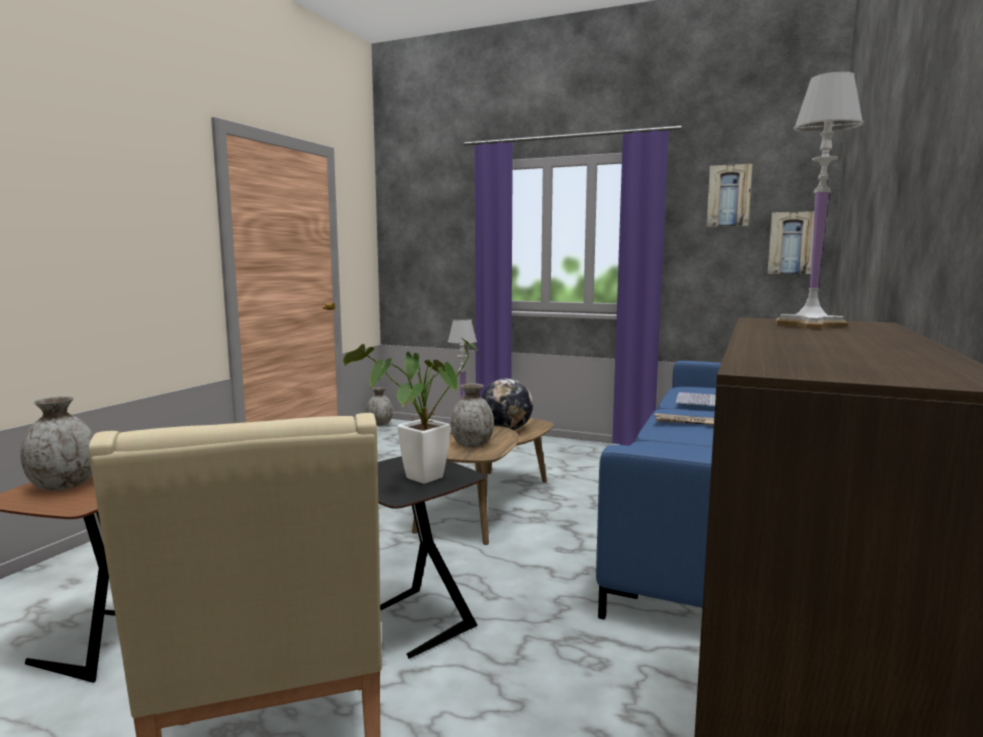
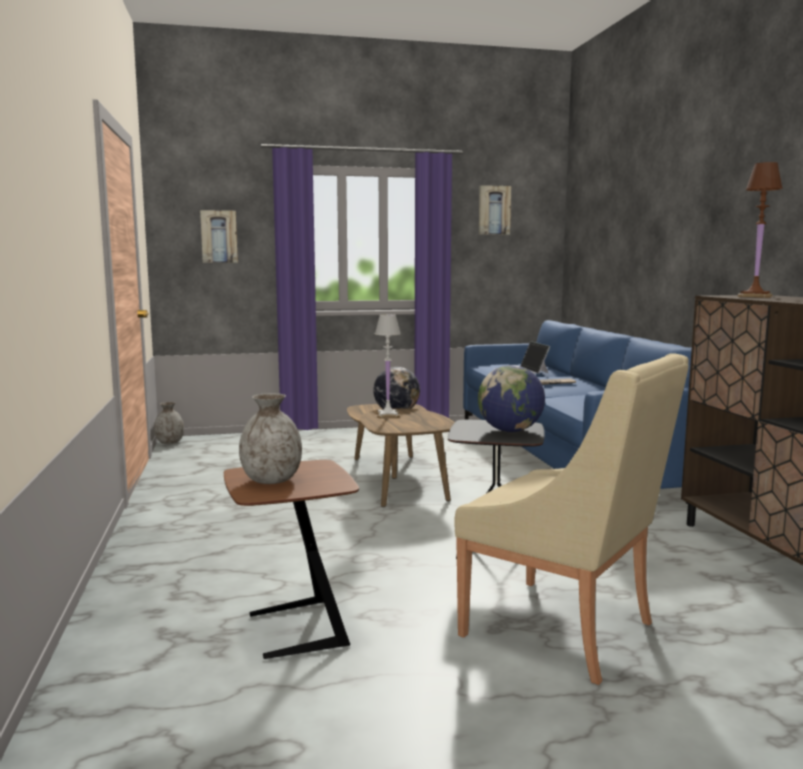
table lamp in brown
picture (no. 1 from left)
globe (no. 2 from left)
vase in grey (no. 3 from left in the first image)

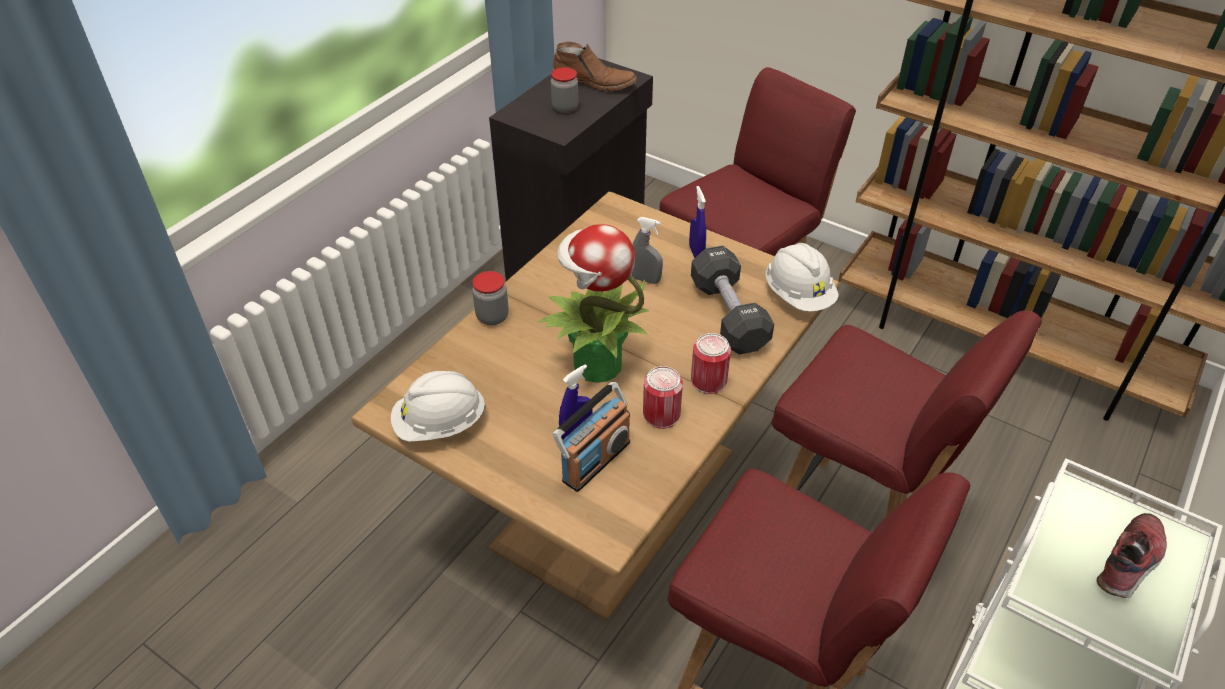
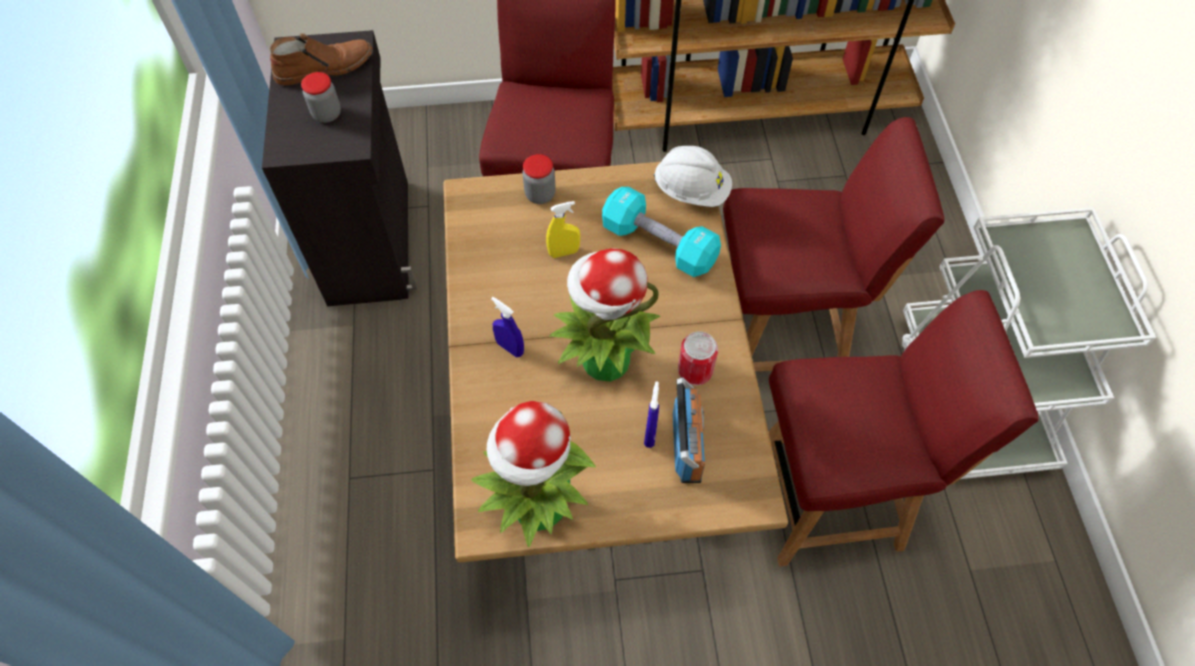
spray bottle in blue (no. 1 from left)
spray bottle in yellow
dumbbell in turquoise
jar (no. 2 from left)
can (no. 2 from left in the first image)
potted plant (no. 1 from left)
shoe

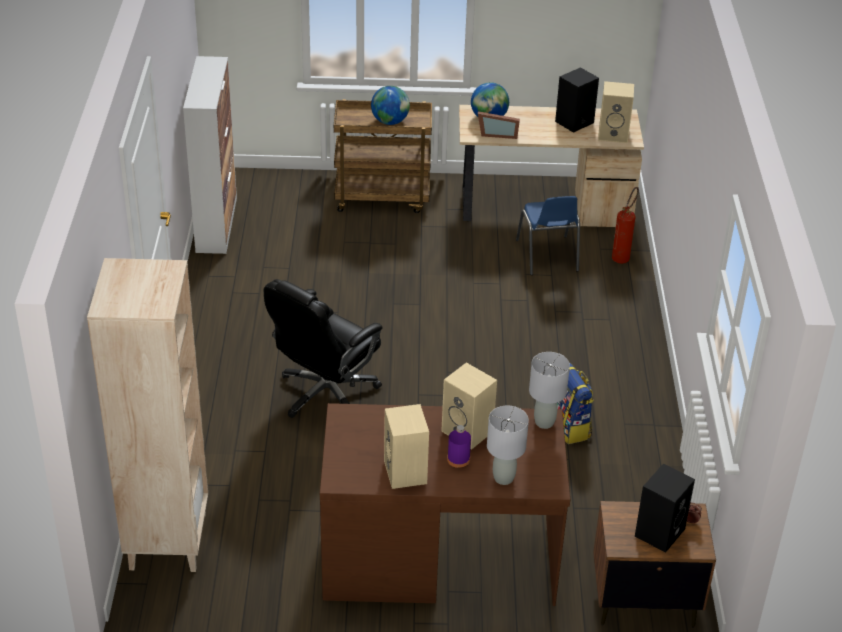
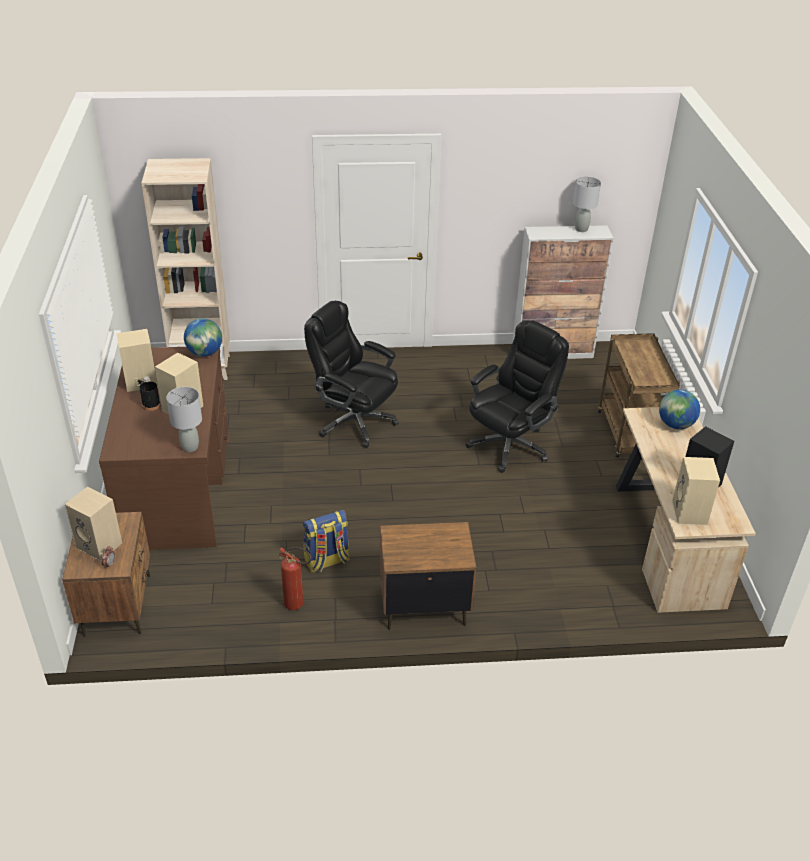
globe (no. 1 from left)
picture frame
fire extinguisher
chair in blue
table lamp in grey (no. 2 from left)
bottle in black
speaker in beige (no. 1 from left)
office chair in black (no. 2 from left)
nightstand in brown (no. 2 from left)

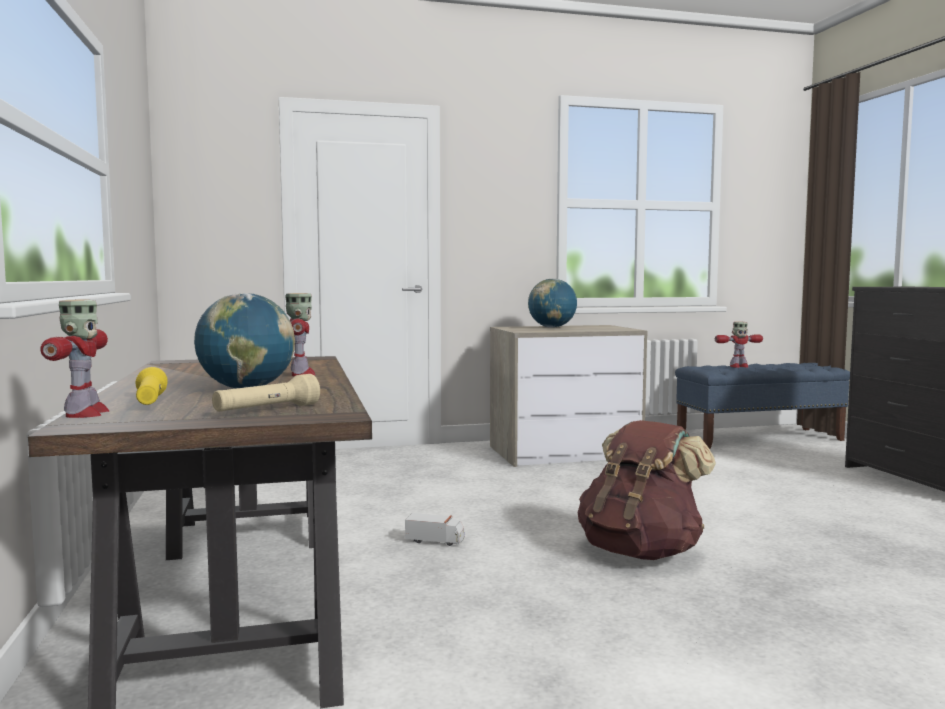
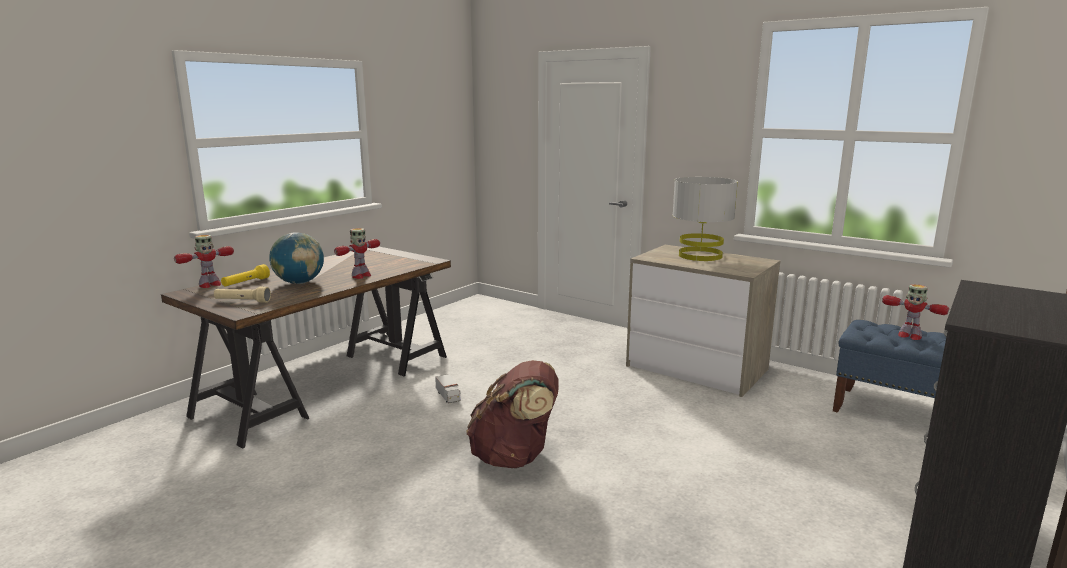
table lamp in grey

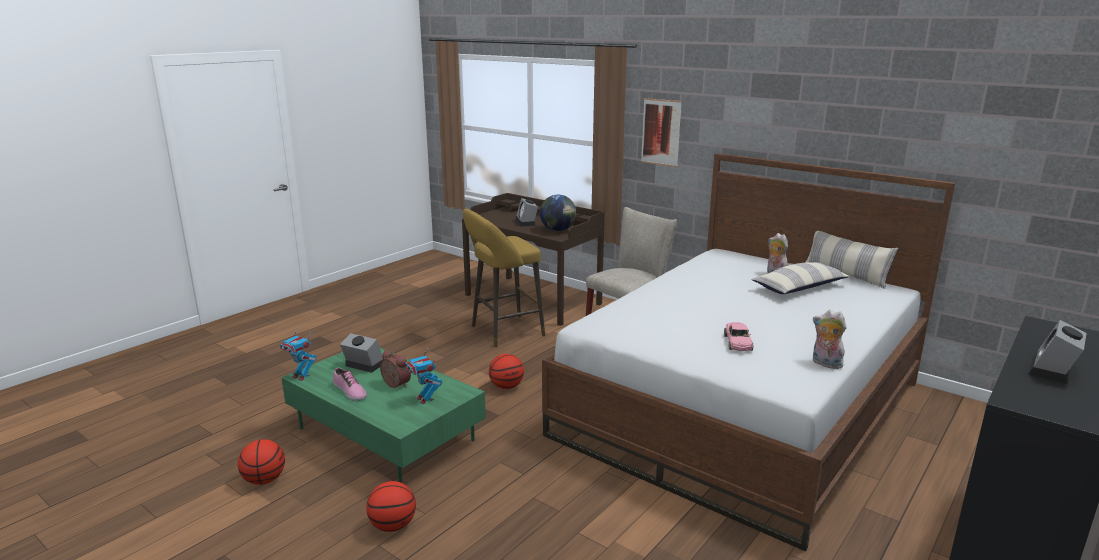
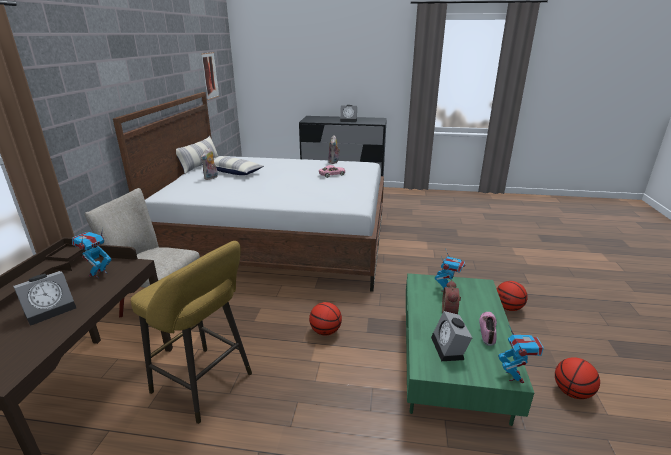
picture
toy robot (no. 1 from left)

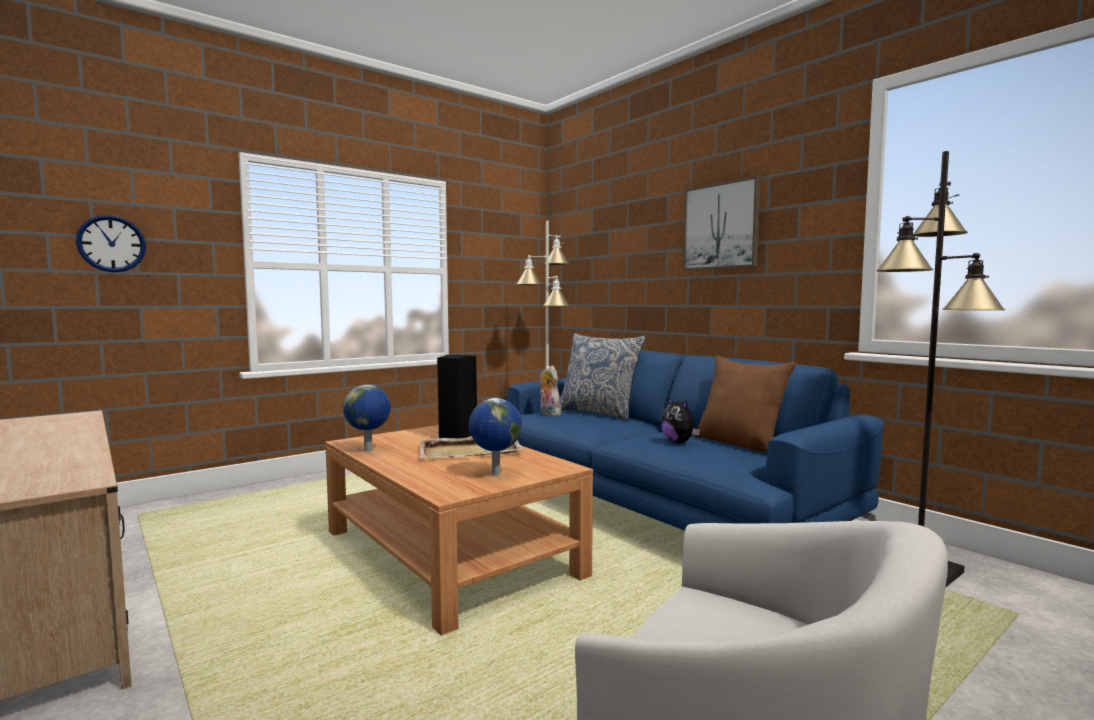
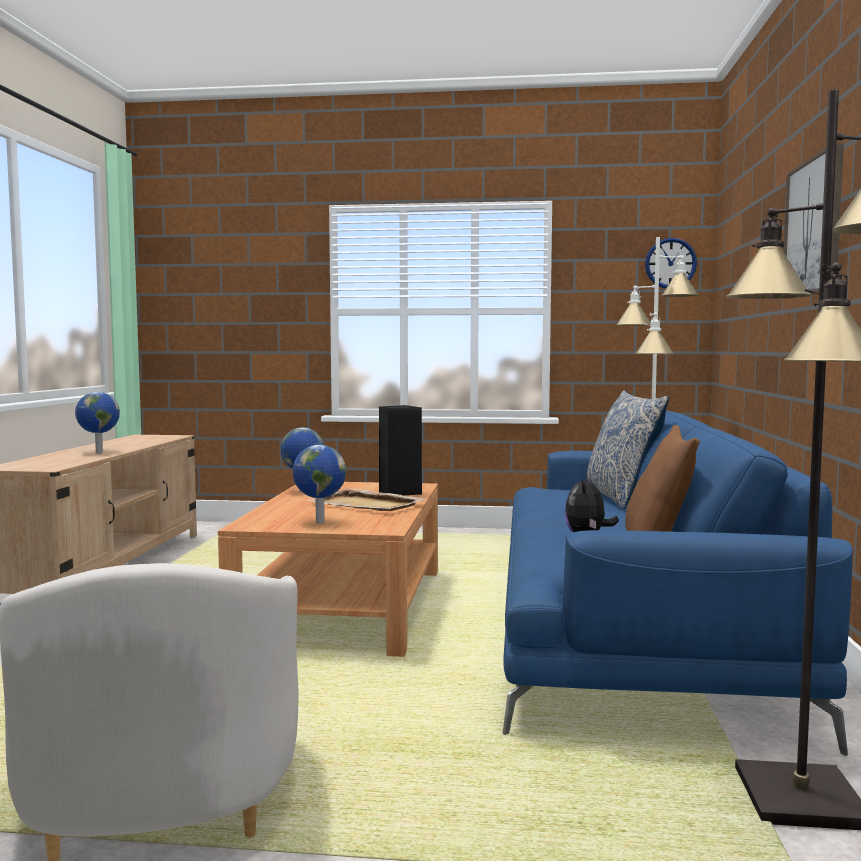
wall clock
plush toy (no. 1 from left in the first image)
globe (no. 1 from left)

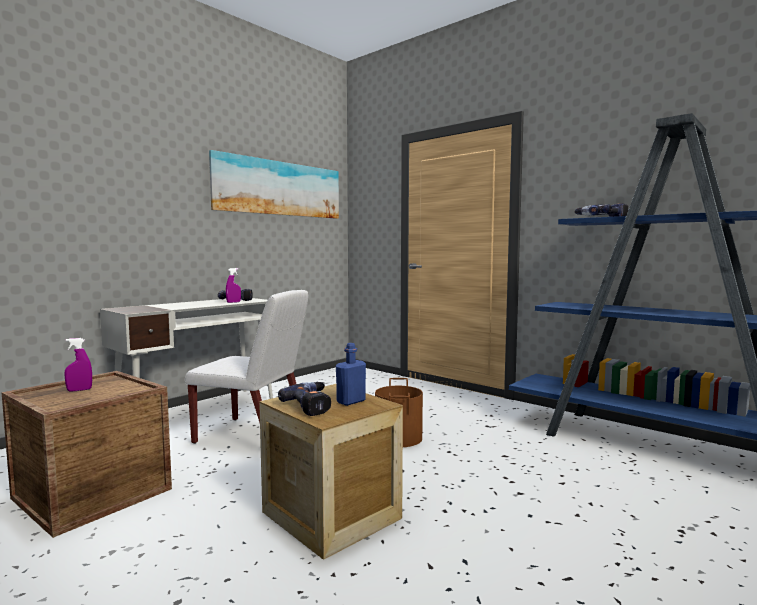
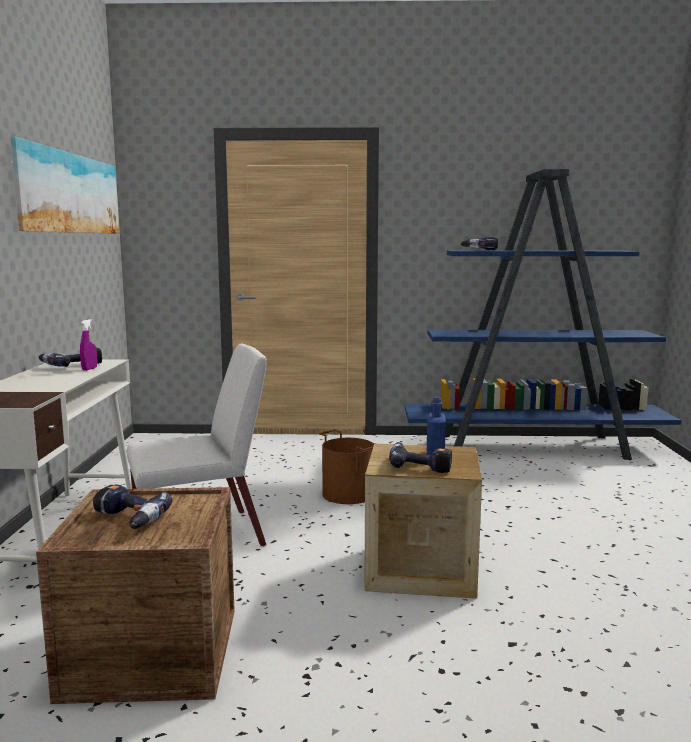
power drill (no. 2 from left)

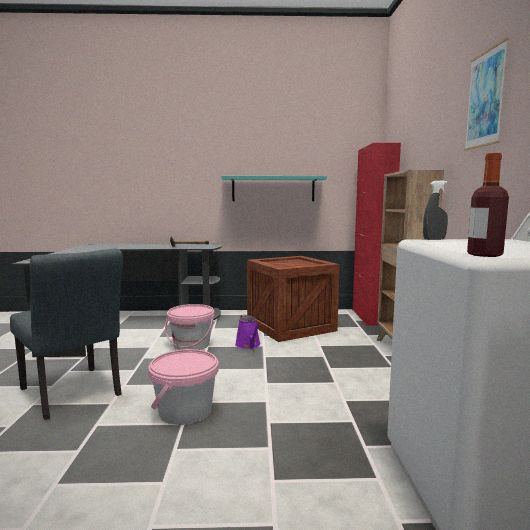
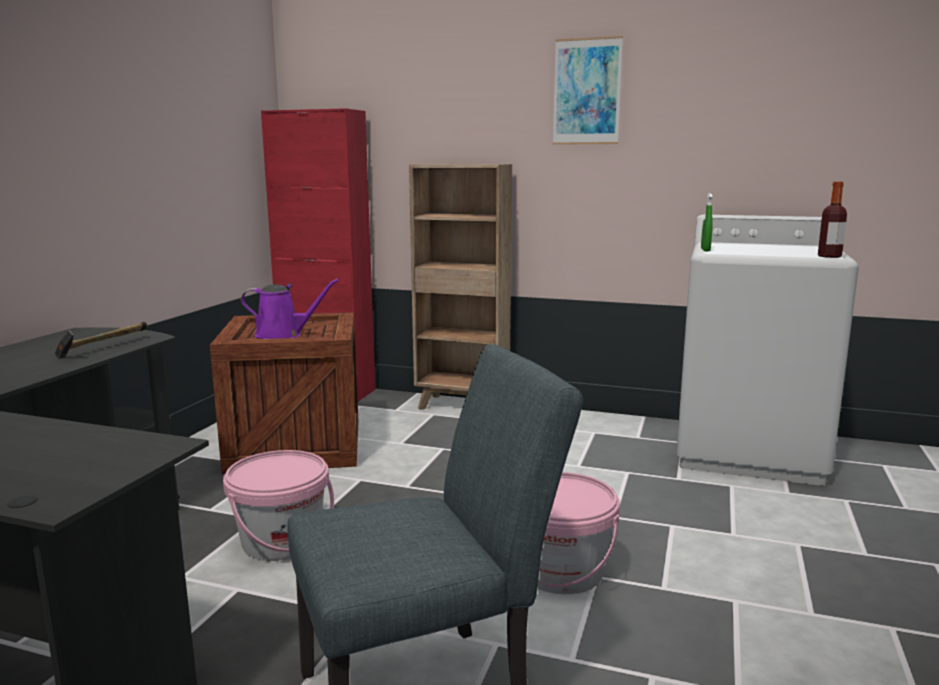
shelf in turquoise
spray bottle in green
watering can in purple

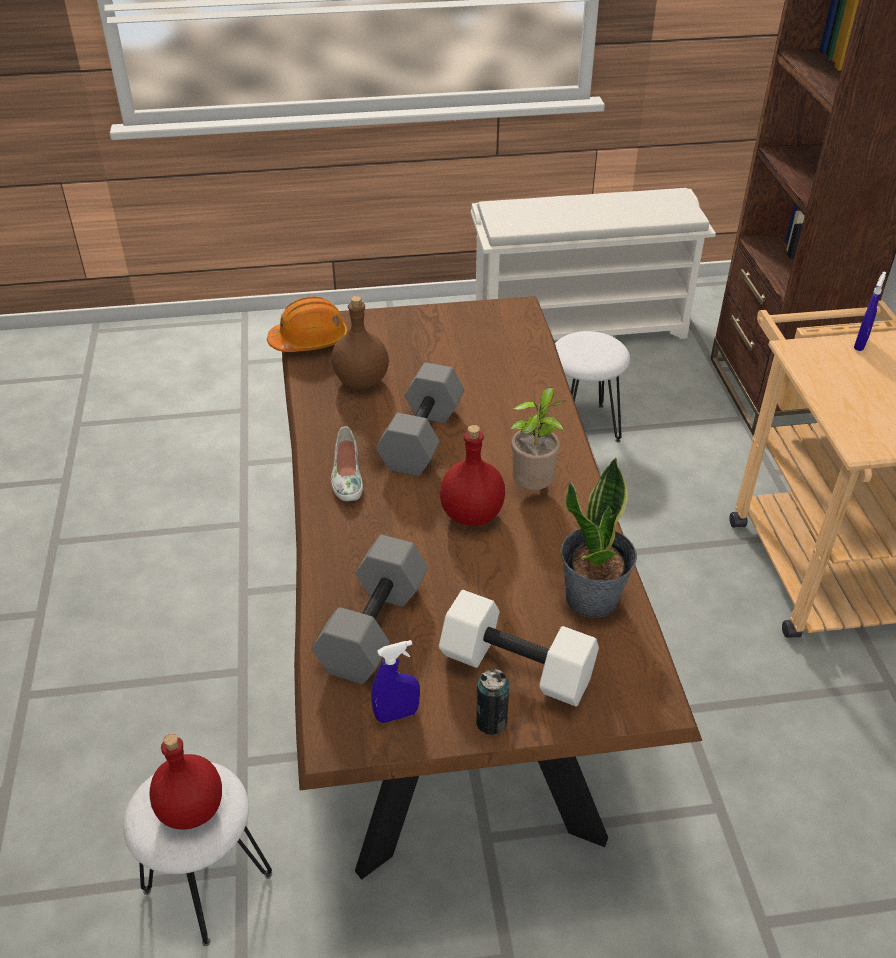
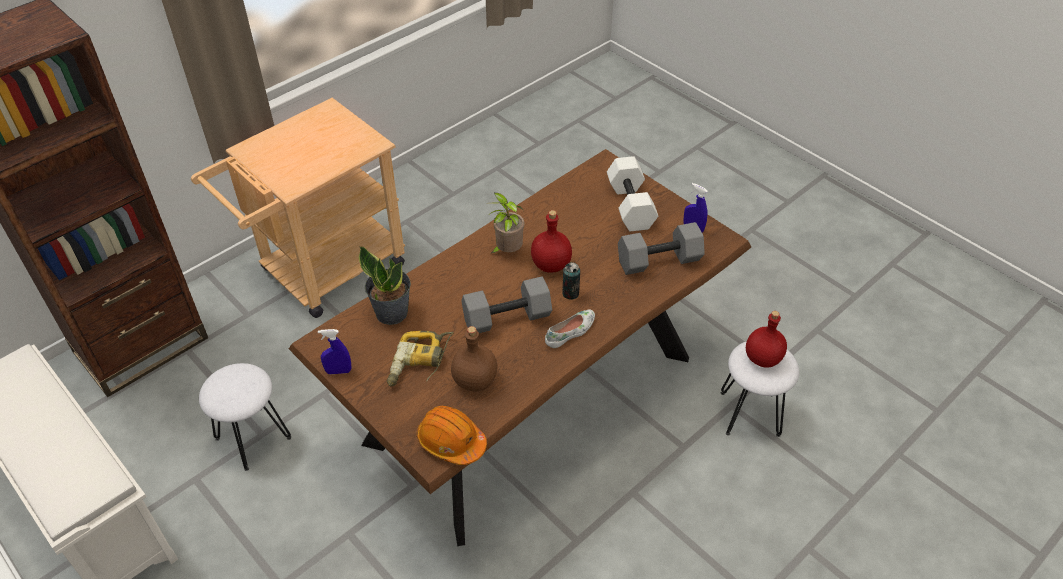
spray bottle in blue (no. 1 from left)
potted plant (no. 1 from left)
can
power drill

